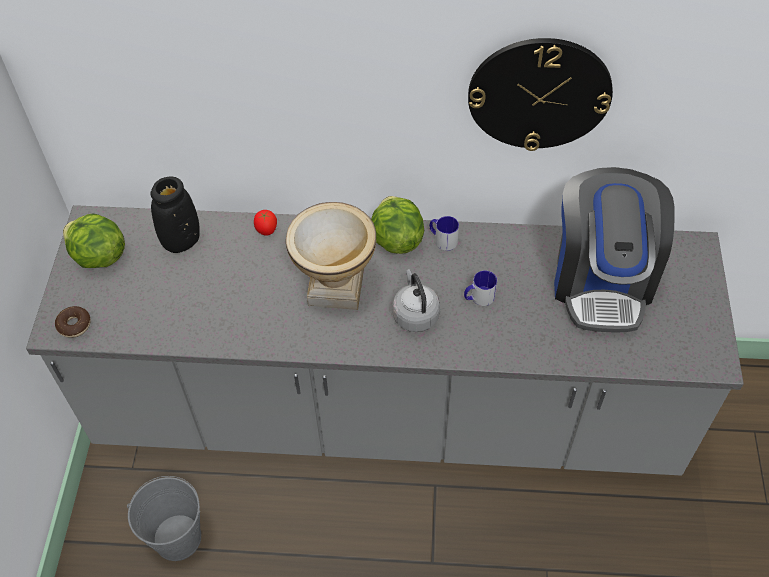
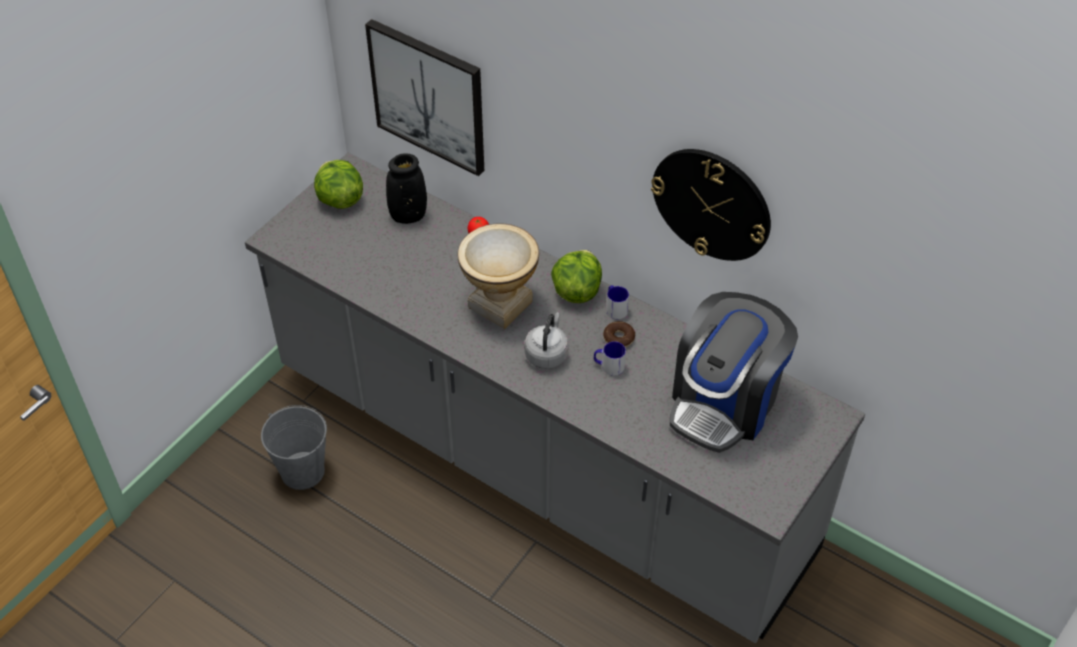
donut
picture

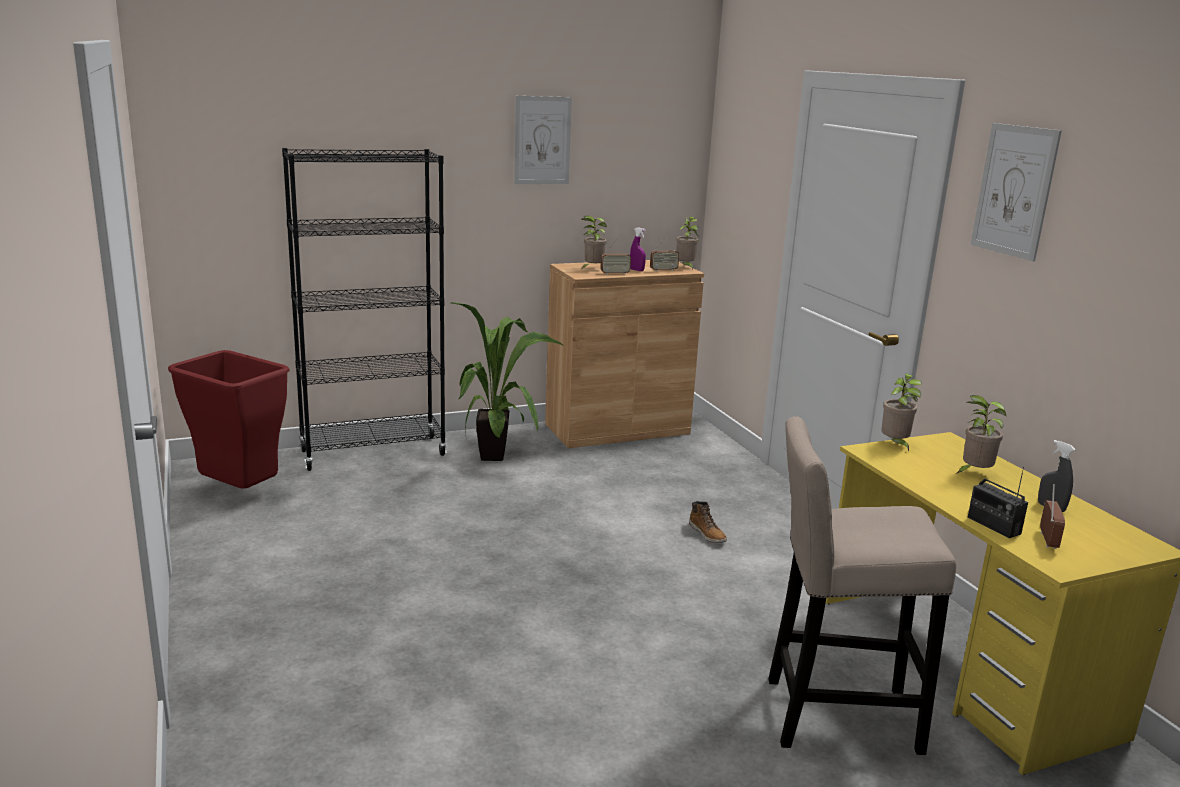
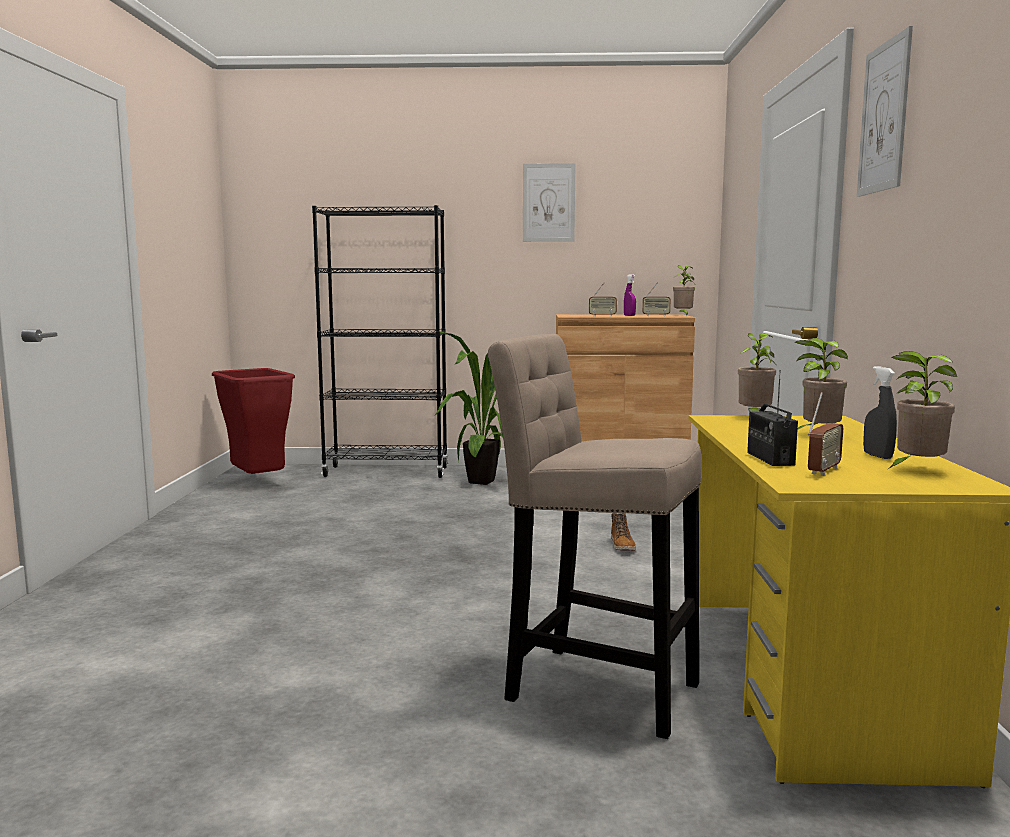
potted plant (no. 5 from left)

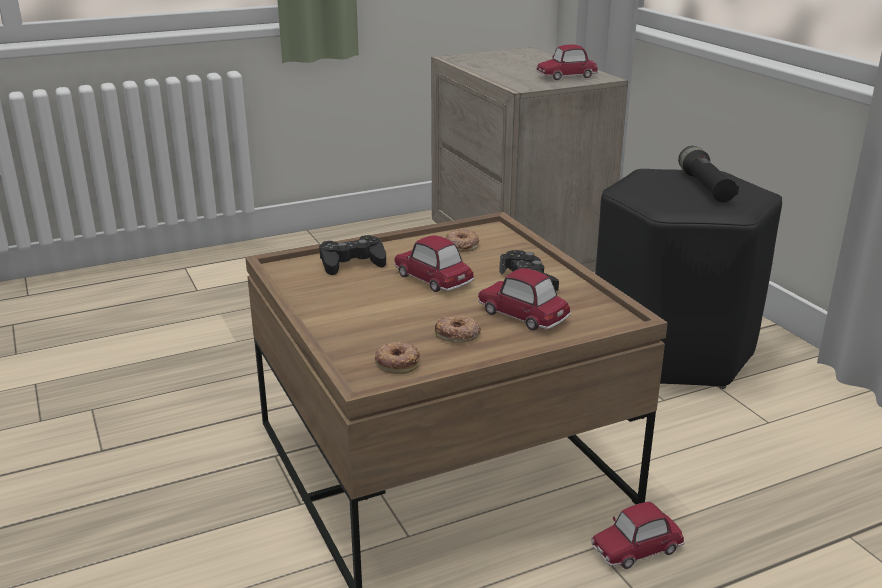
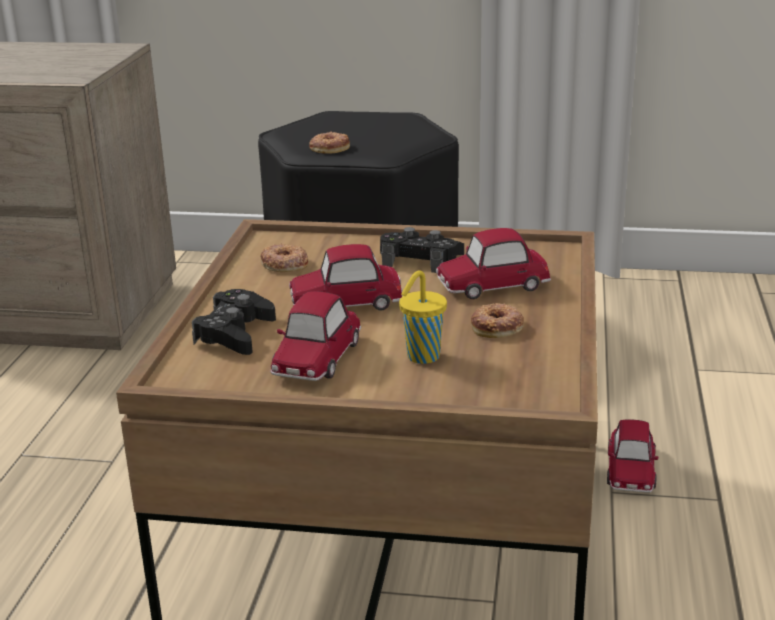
toy car (no. 1 from left)
flashlight in black
donut (no. 2 from left)
cup in yellow

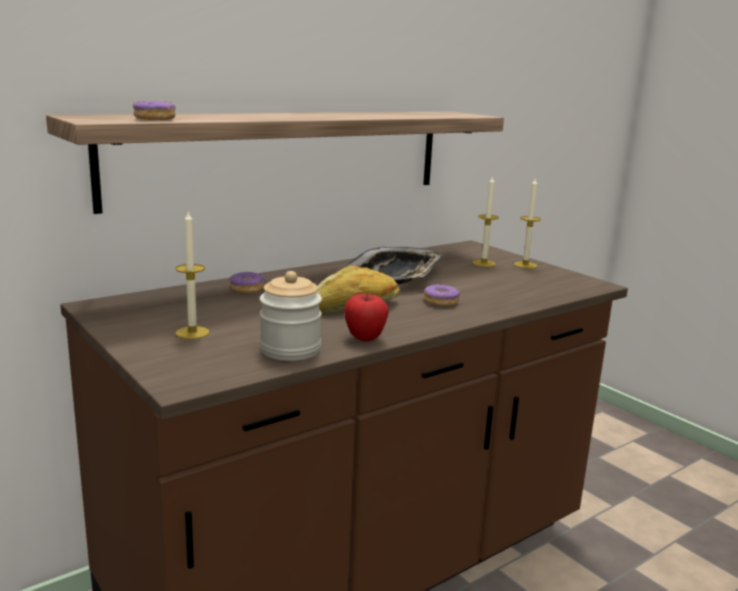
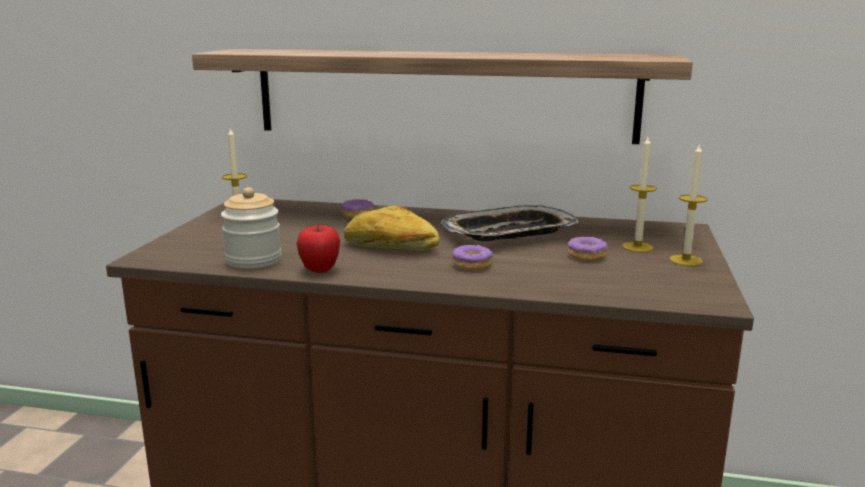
donut (no. 3 from left)

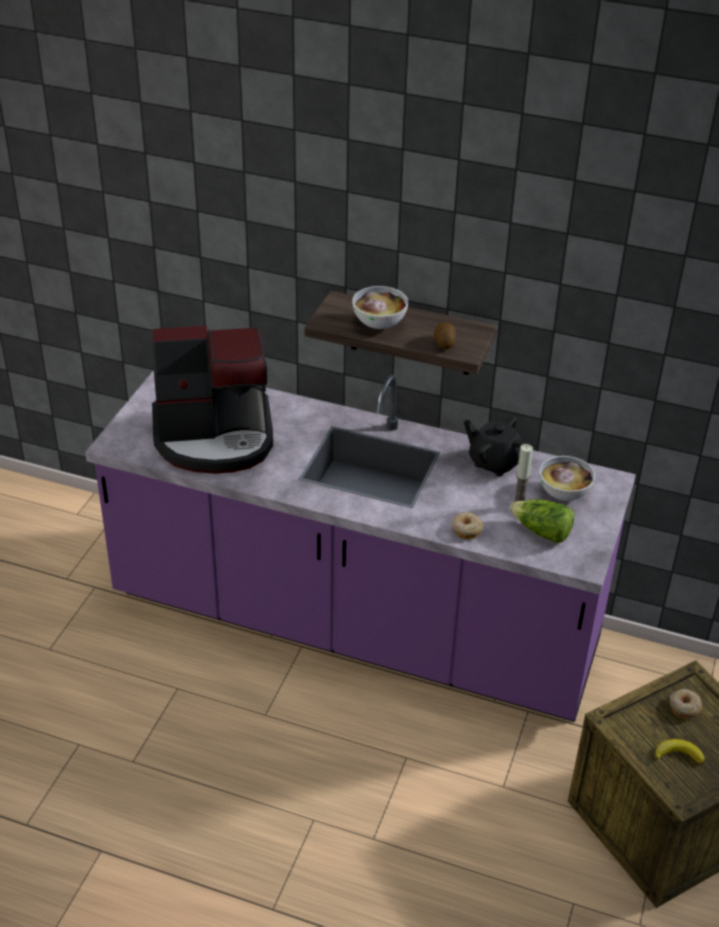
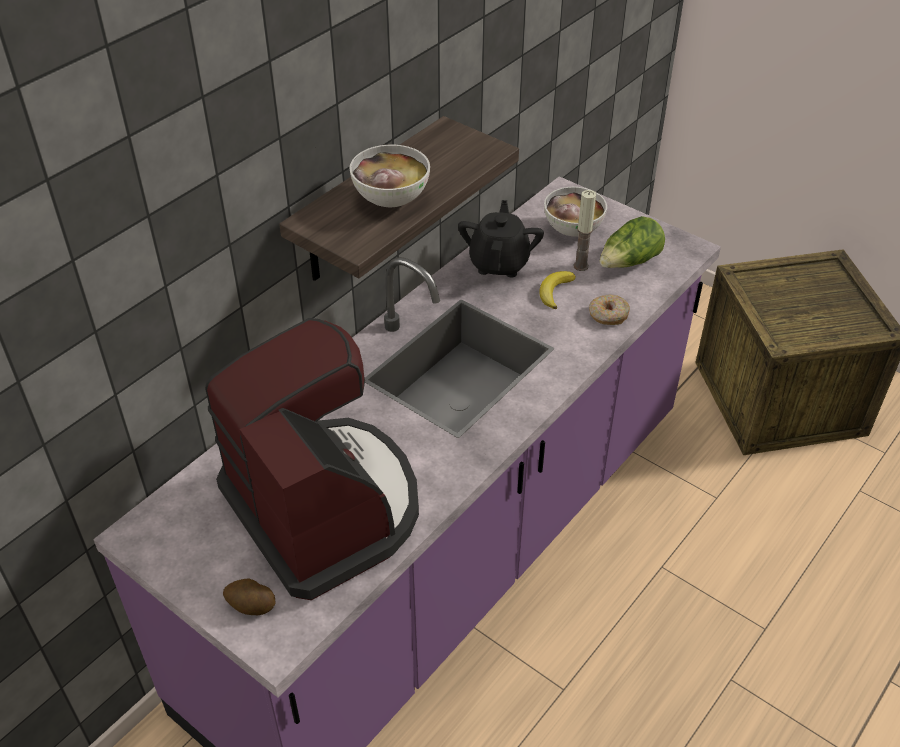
potato
coffee machine
teapot in black
donut (no. 2 from left in the first image)
banana

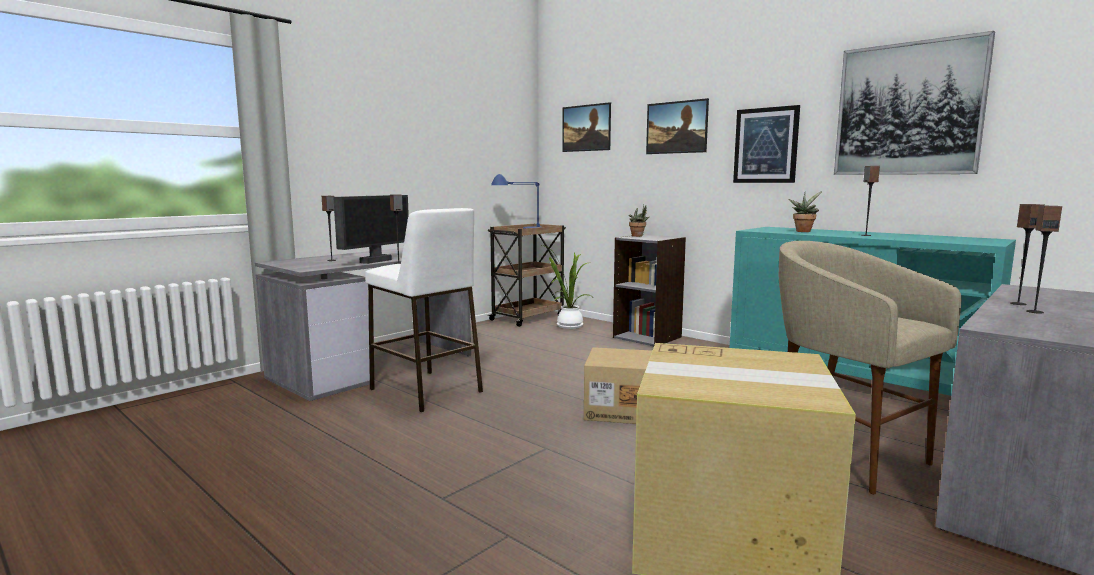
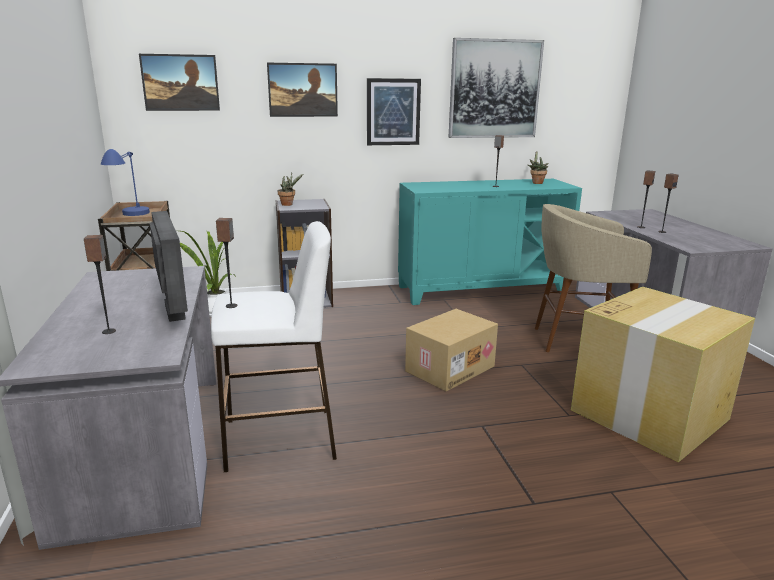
potted plant (no. 3 from left)

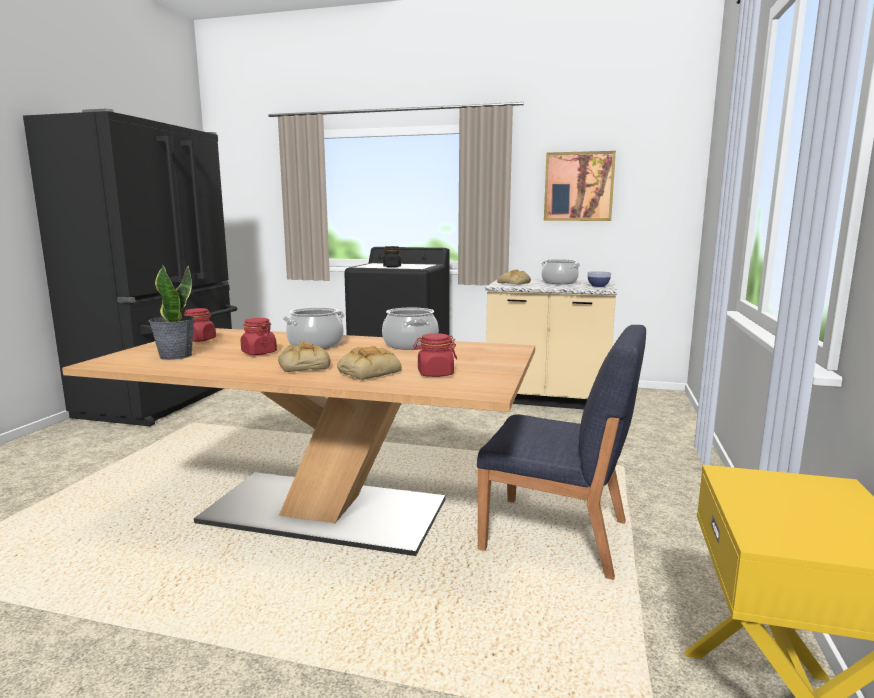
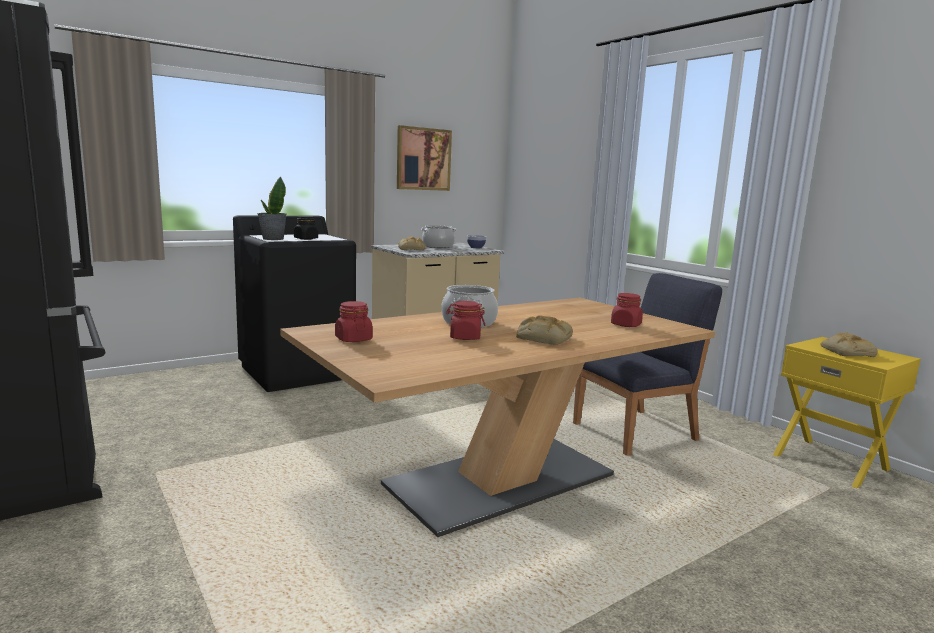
potted plant
cooking pot (no. 2 from left in the first image)
bread (no. 3 from left)

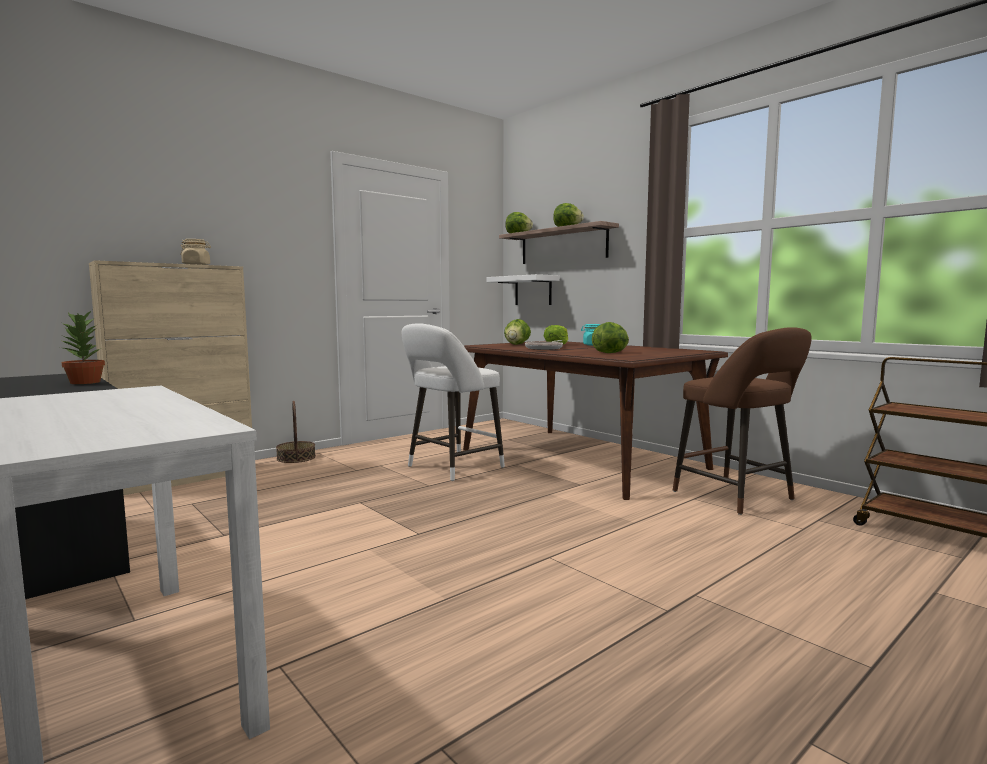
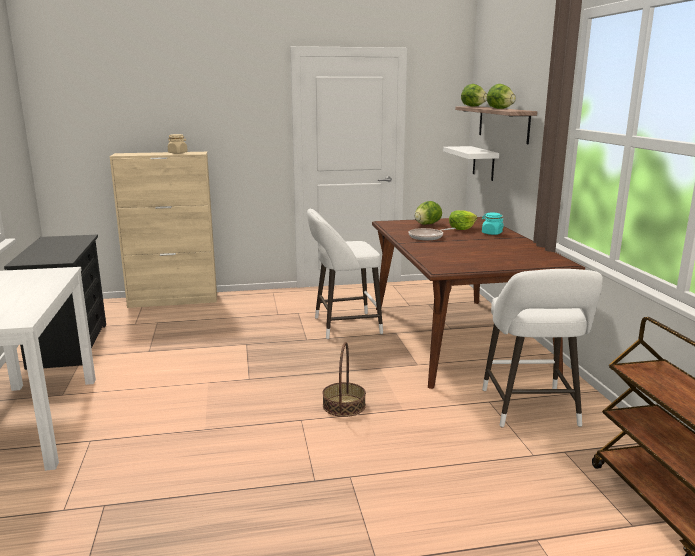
potted plant
lettuce (no. 5 from left in the first image)
stool in white (no. 2 from left)
basket

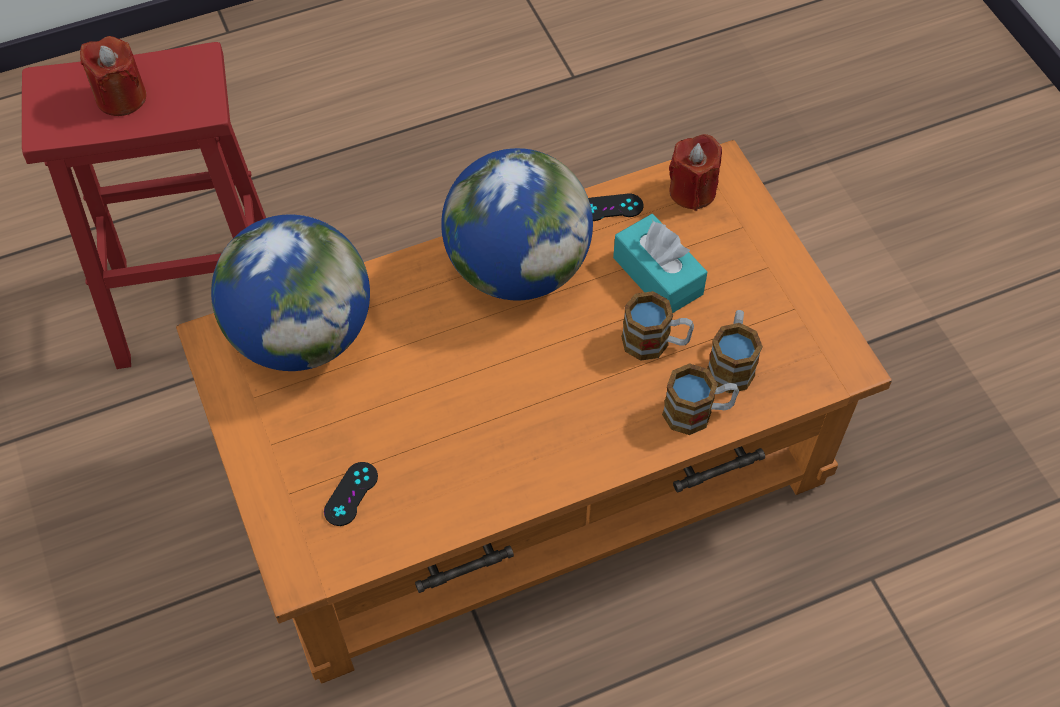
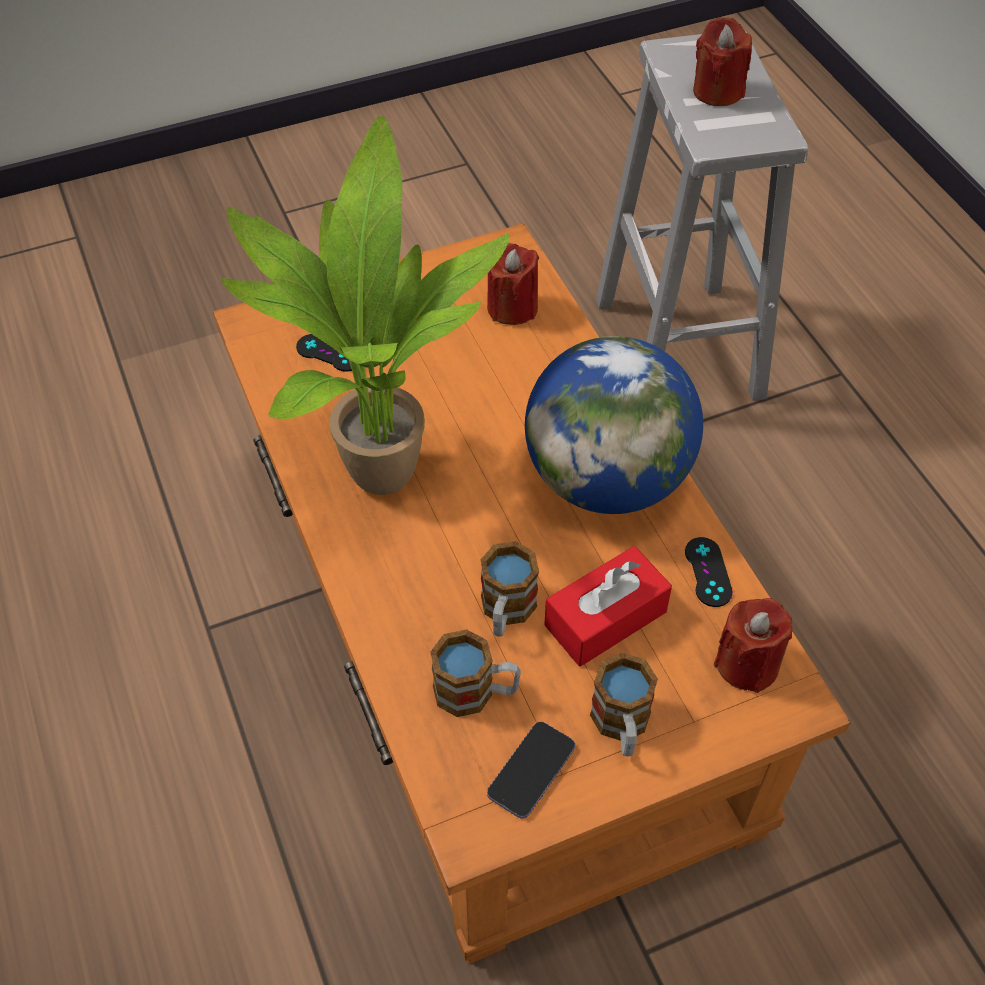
stool in white
tissue box in red
candle in red (no. 1 from left)
mug (no. 3 from left)
potted plant
phone

